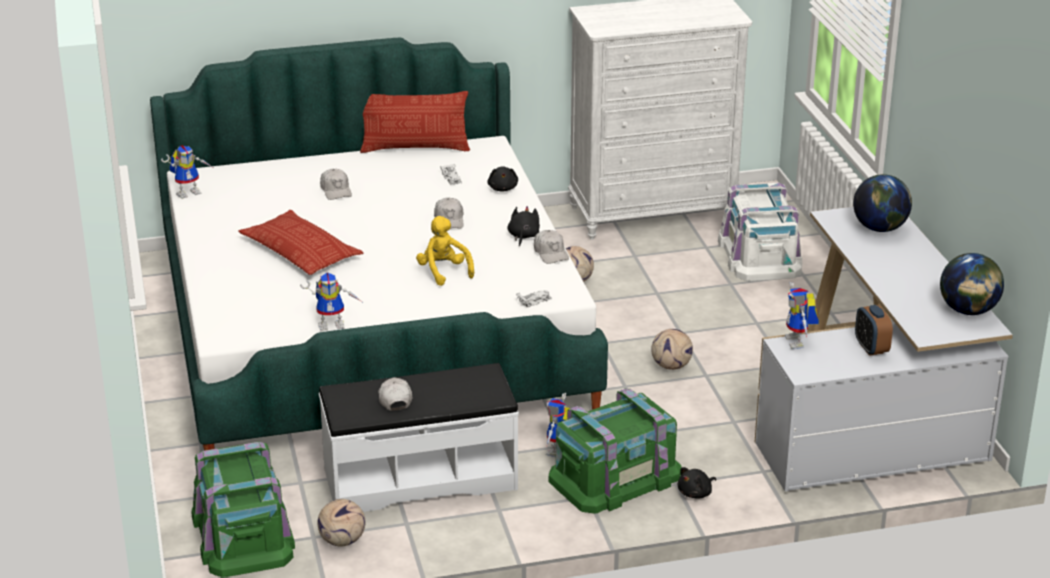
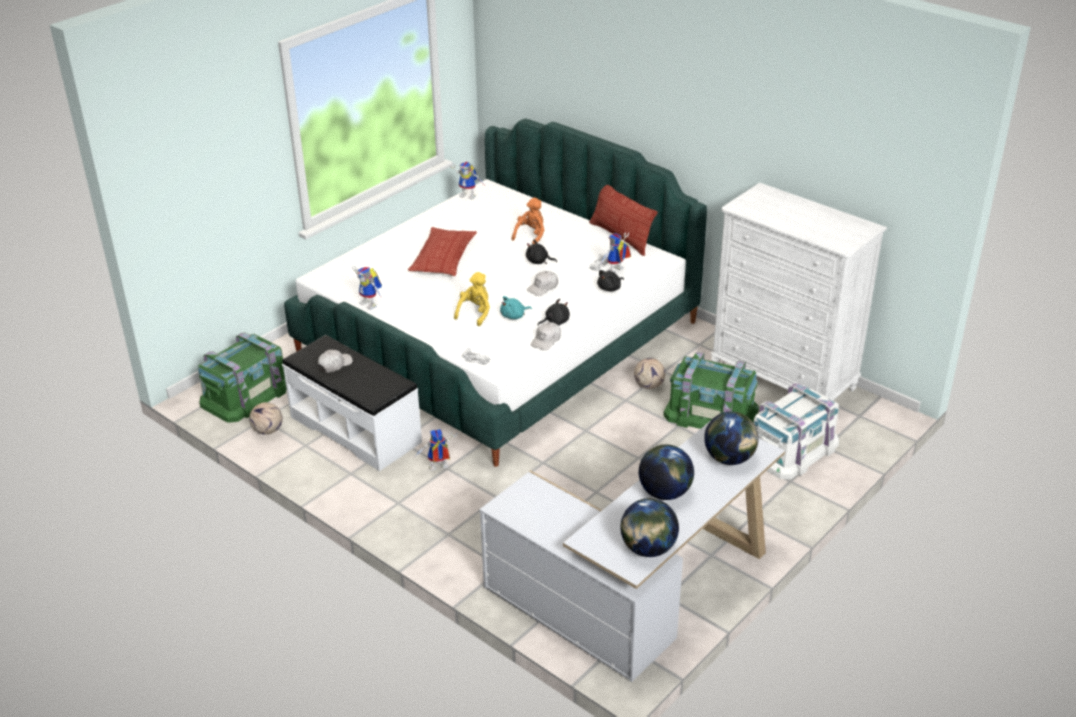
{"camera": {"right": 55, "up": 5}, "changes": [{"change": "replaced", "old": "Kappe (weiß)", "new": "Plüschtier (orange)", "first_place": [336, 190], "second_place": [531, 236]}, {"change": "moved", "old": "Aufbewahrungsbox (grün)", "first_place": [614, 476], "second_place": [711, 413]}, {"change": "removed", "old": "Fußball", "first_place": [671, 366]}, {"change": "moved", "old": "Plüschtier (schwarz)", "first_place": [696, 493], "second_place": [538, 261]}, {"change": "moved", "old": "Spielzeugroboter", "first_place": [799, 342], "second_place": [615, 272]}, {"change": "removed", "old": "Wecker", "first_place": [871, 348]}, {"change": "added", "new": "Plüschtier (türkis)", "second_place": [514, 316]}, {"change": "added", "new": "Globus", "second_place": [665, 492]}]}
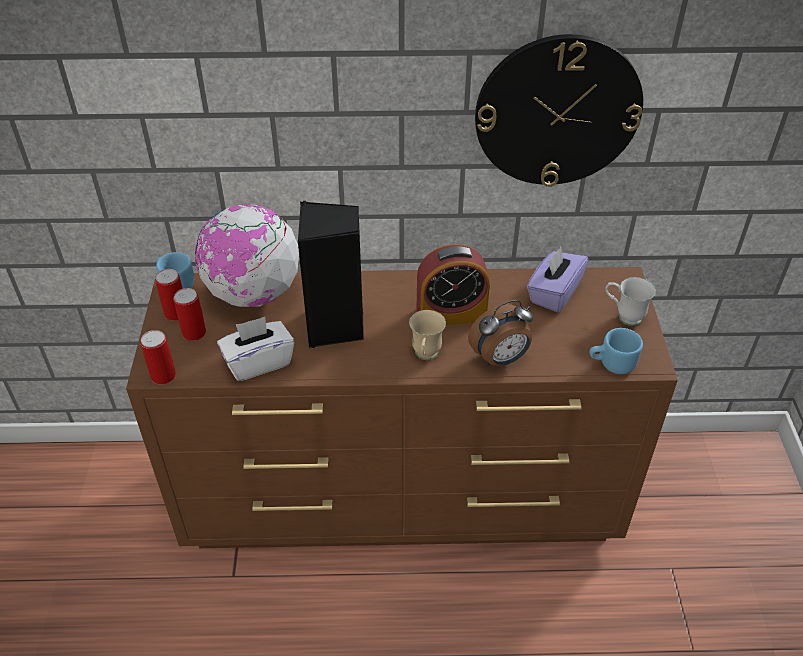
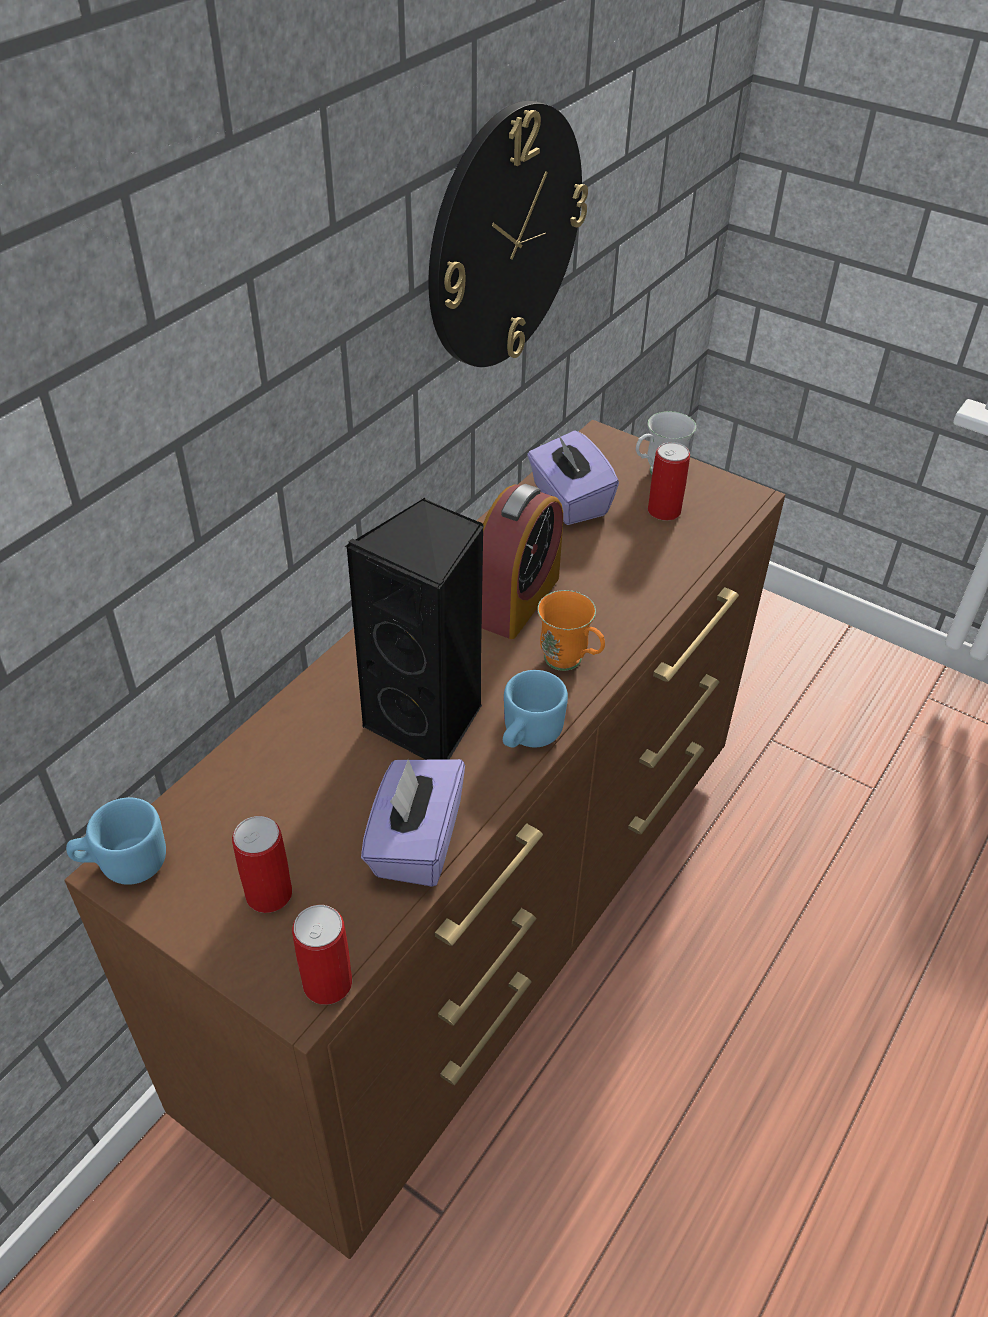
{"camera": {"right": -55, "up": 0}, "changes": [{"change": "moved", "old": "Dose", "first_place": [176, 313], "second_place": [664, 511]}, {"change": "removed", "old": "Globus", "first_place": [253, 294]}, {"change": "recoloured", "old": "Taschentuchbox (weiß)", "new": "Taschentuchbox (lila)", "first_place": [258, 362], "second_place": [415, 843]}, {"change": "recoloured", "old": "Henkelbecher (beige)", "new": "Henkelbecher (orange)", "first_place": [425, 356], "second_place": [570, 663]}, {"change": "removed", "old": "Wecker", "first_place": [500, 359]}, {"change": "moved", "old": "Henkelbecher (blau)", "first_place": [611, 364], "second_place": [527, 736]}]}
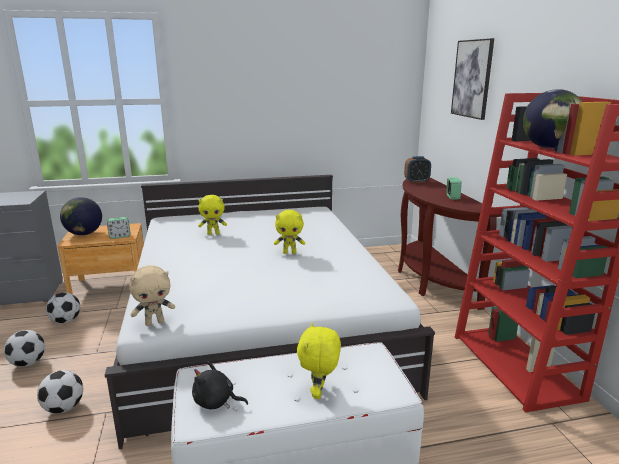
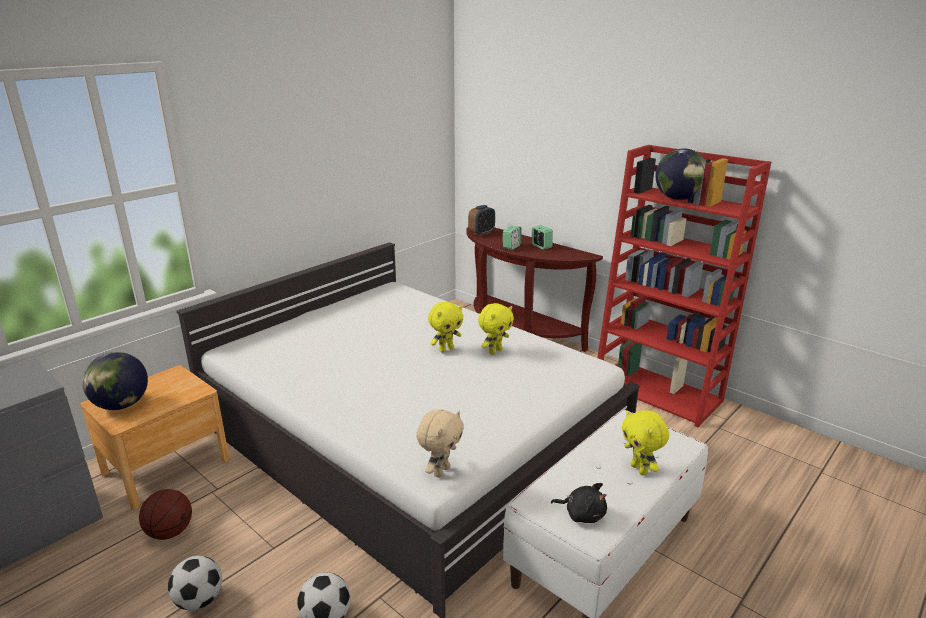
{"camera": {"right": -35, "up": 5}, "changes": [{"change": "replaced", "old": "Fußball", "new": "Basketball", "first_place": [66, 321], "second_place": [170, 532]}, {"change": "moved", "old": "Wecker", "first_place": [120, 236], "second_place": [511, 247]}, {"change": "turned", "old": "Plüschtier (schwarz)", "first_place": [216, 402], "second_place": [582, 514], "degrees": -135}, {"change": "moved", "old": "Plüschtier (gelb)", "first_place": [213, 233], "second_place": [495, 351]}, {"change": "removed", "old": "Bild", "first_place": [472, 79]}]}
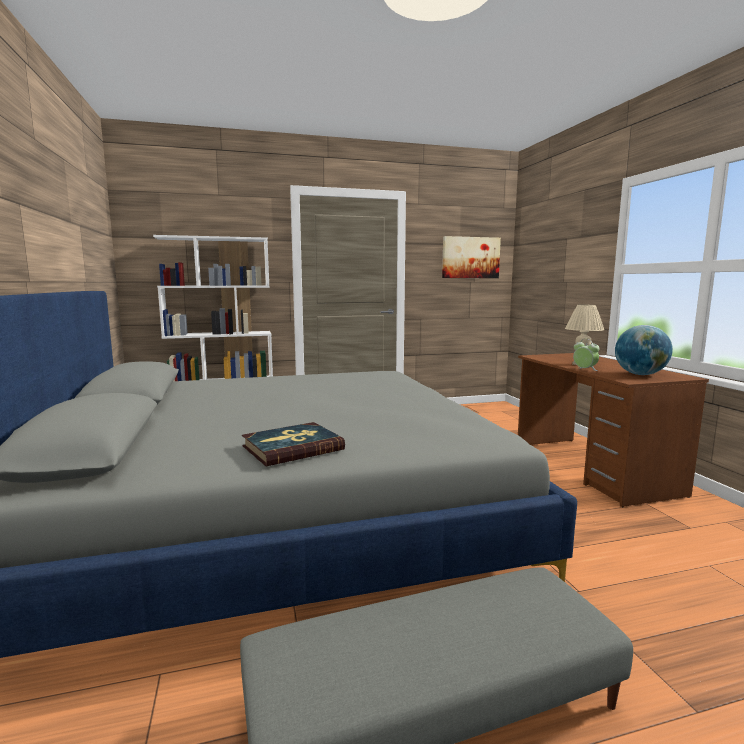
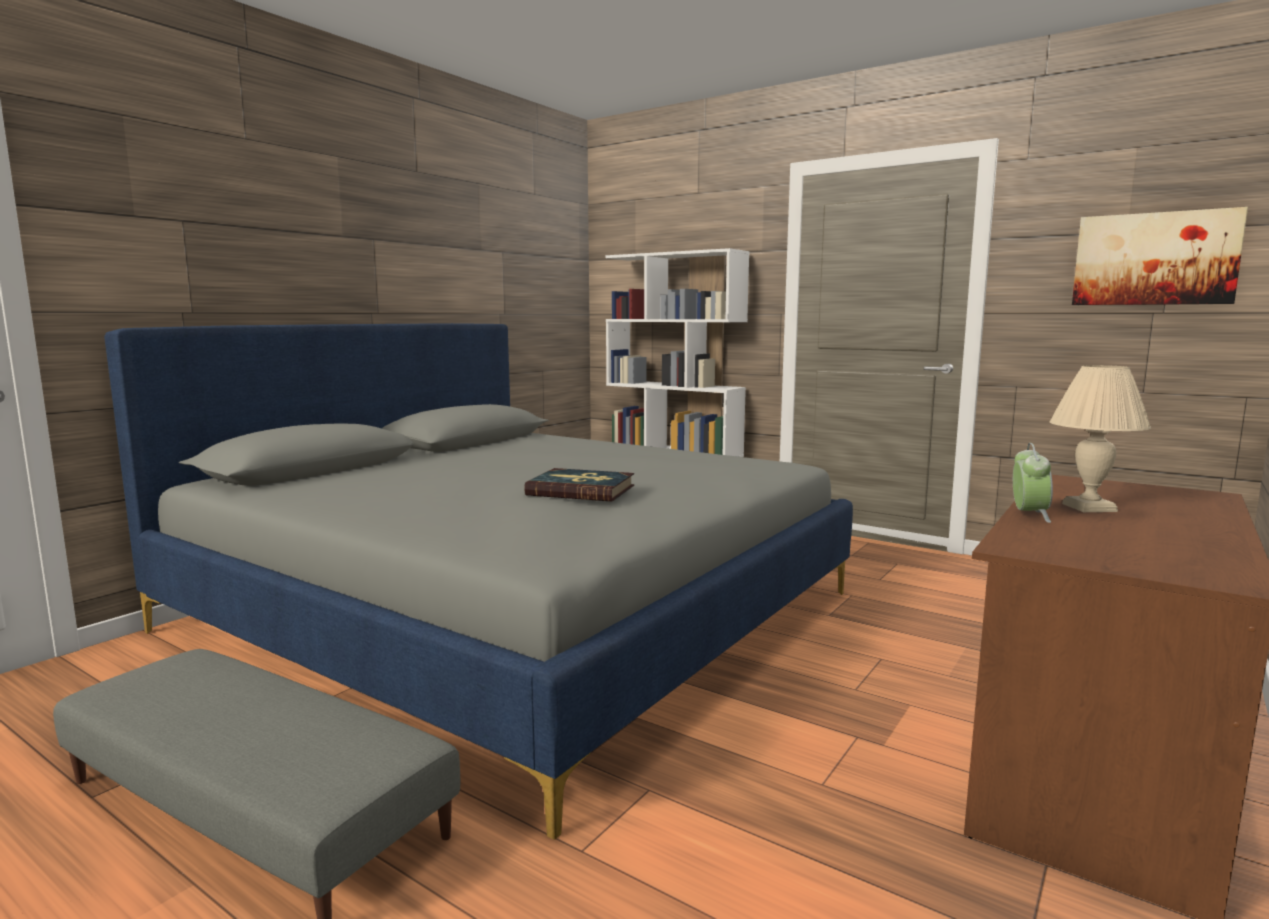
{"camera": {"right": 50, "up": 0}, "changes": [{"change": "moved", "old": "Buch", "first_place": [292, 448], "second_place": [581, 490]}, {"change": "removed", "old": "Globus", "first_place": [640, 374]}]}
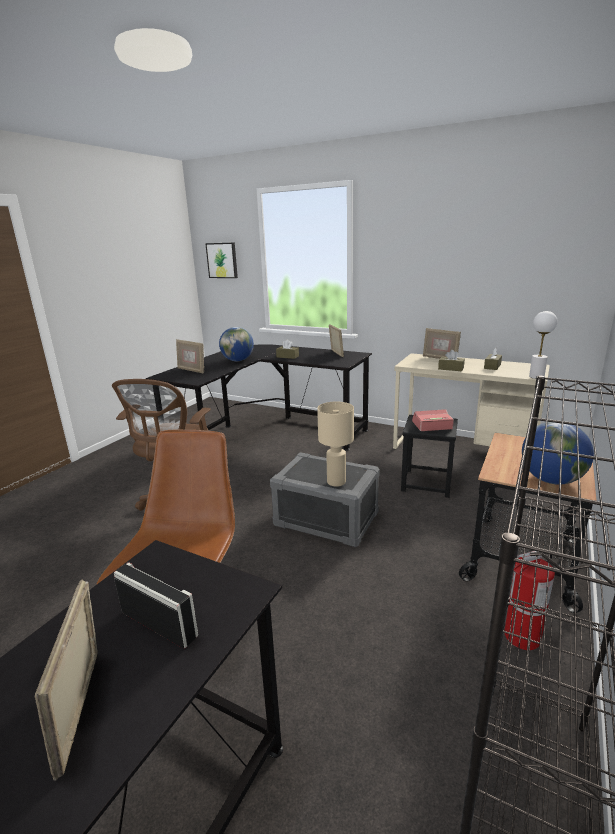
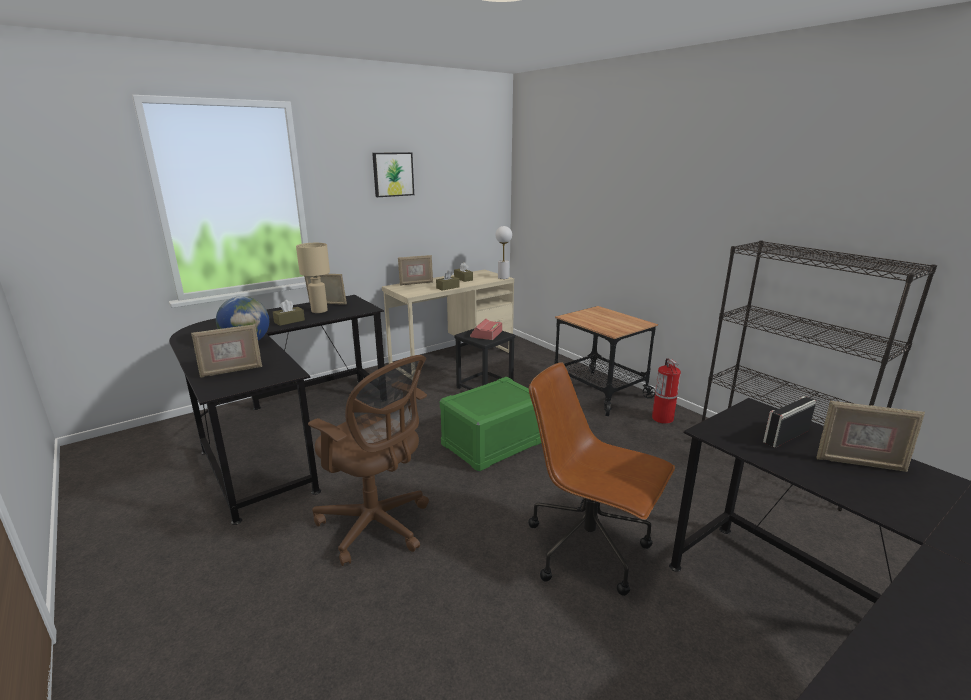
{"camera": {"right": -65, "up": 0}, "changes": [{"change": "moved", "old": "Bild", "first_place": [222, 260], "second_place": [393, 174]}, {"change": "recoloured", "old": "Aufbewahrungsbox (grau)", "new": "Aufbewahrungsbox (grün)", "first_place": [325, 519], "second_place": [493, 444]}, {"change": "moved", "old": "Tischlampe (beige)", "first_place": [336, 482], "second_place": [319, 311]}, {"change": "removed", "old": "Globus", "first_place": [551, 480]}]}
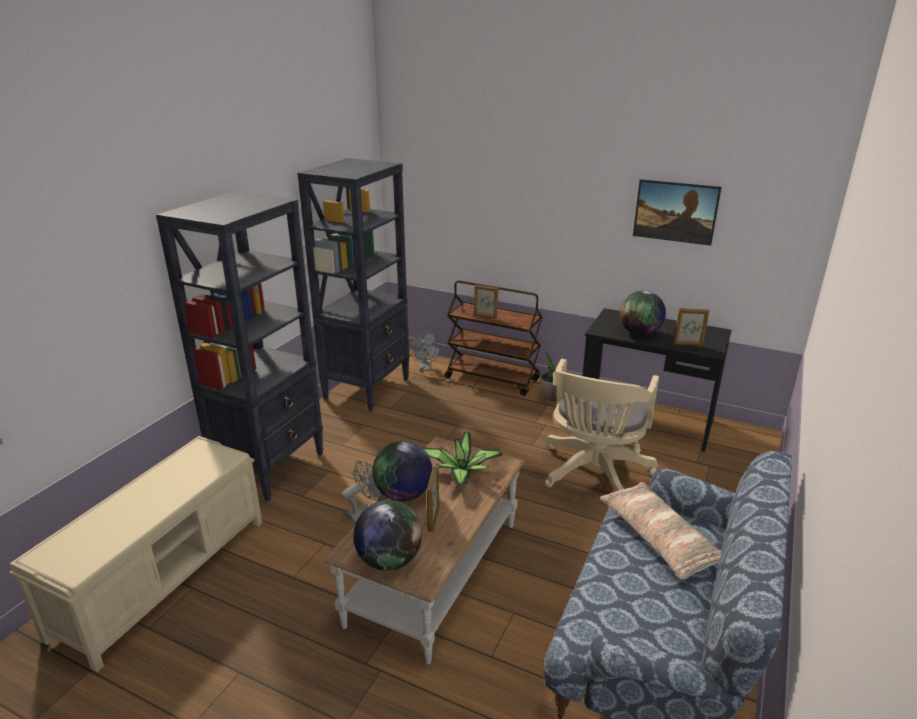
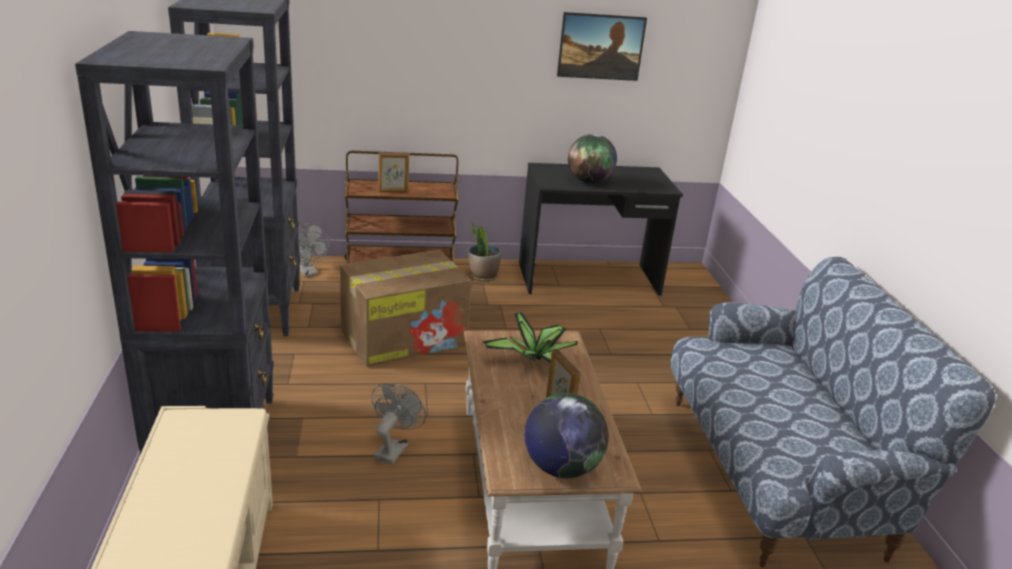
{"camera": {"right": -35, "up": 0}, "changes": [{"change": "removed", "old": "Globus", "first_place": [403, 495]}, {"change": "removed", "old": "Bürostuhl (beige)", "first_place": [593, 474]}, {"change": "removed", "old": "Kissen", "first_place": [658, 538]}, {"change": "removed", "old": "Bilderrahmen", "first_place": [688, 344]}, {"change": "added", "new": "Karton", "second_place": [405, 337]}]}
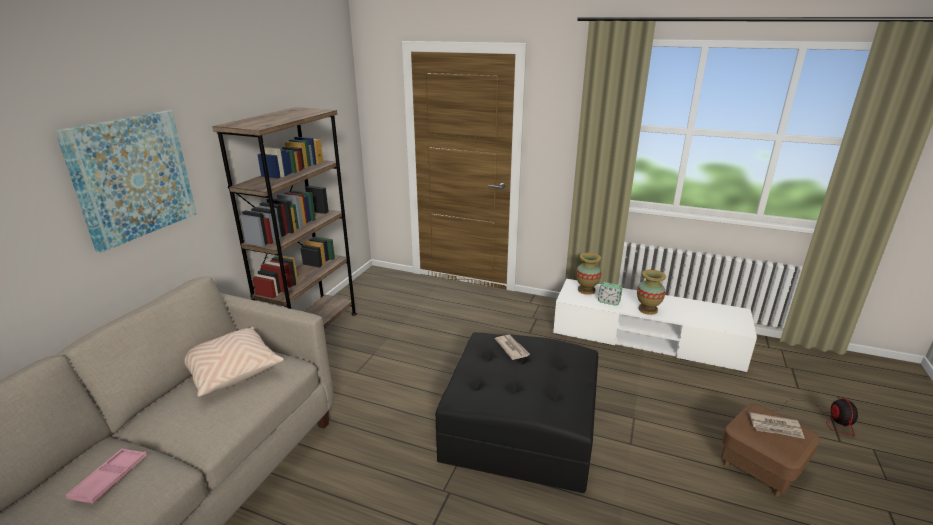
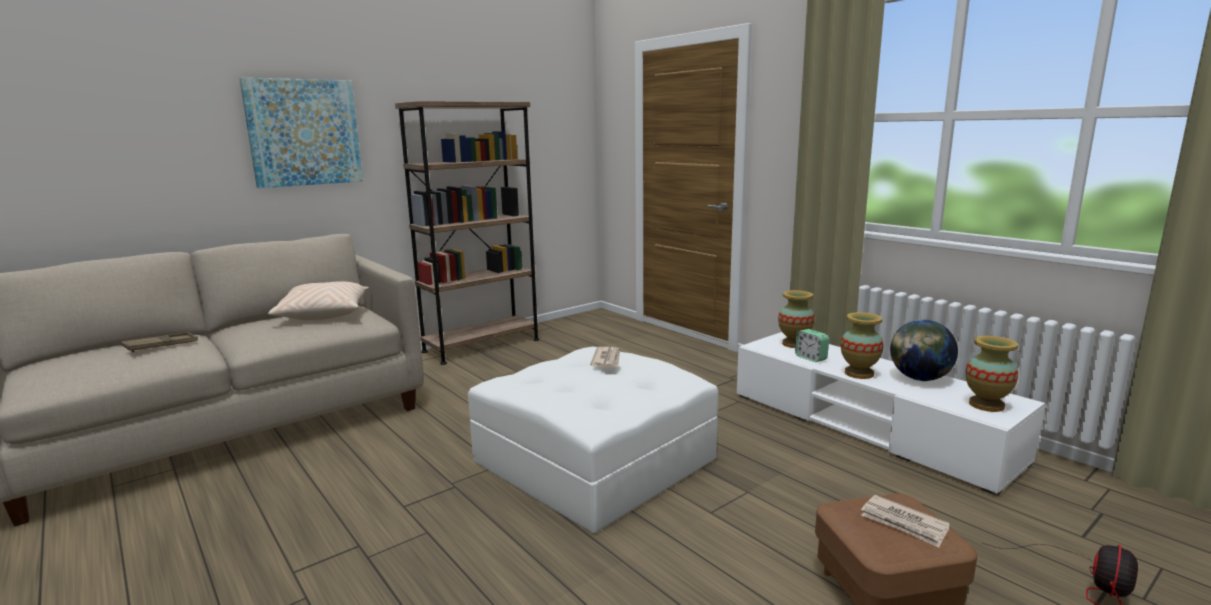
{"camera": {"right": 30, "up": -10}, "changes": [{"change": "recoloured", "old": "Tablett (rosa)", "new": "Tablett (braun)", "first_place": [110, 478], "second_place": [161, 346]}, {"change": "recoloured", "old": "Polsterhocker (schwarz)", "new": "Polsterhocker (weiß)", "first_place": [521, 425], "second_place": [595, 459]}, {"change": "added", "new": "Globus", "second_place": [919, 379]}, {"change": "added", "new": "Vase", "second_place": [986, 405]}]}
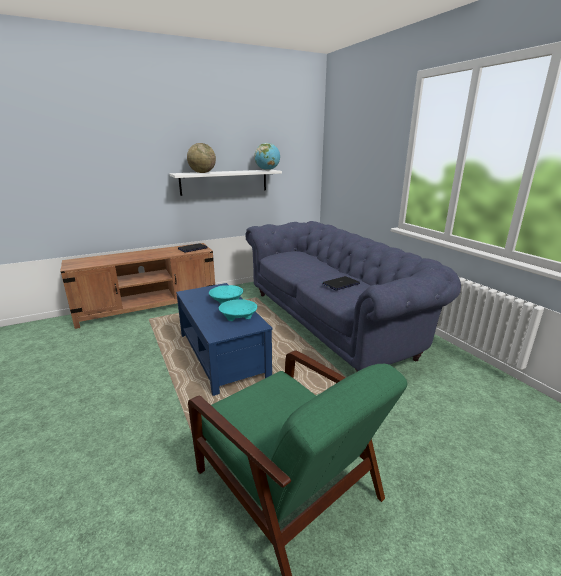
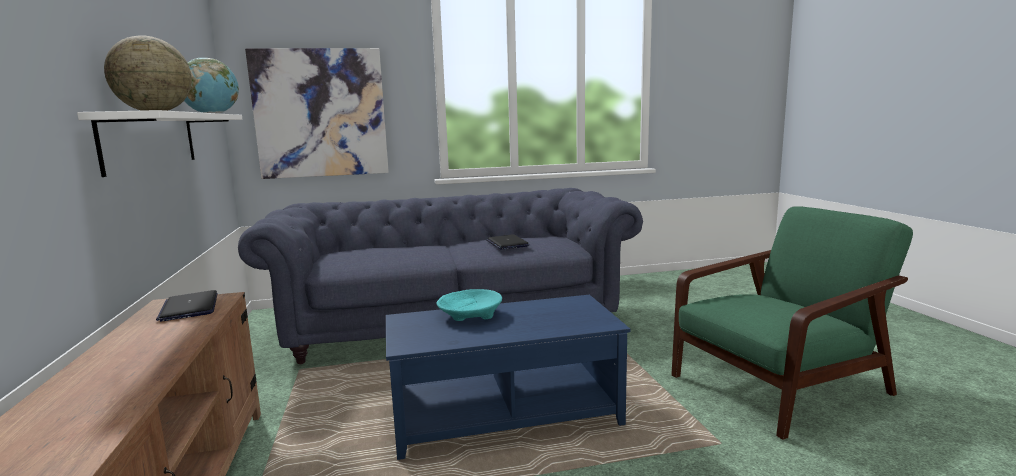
{"camera": {"right": -75, "up": -10}, "changes": [{"change": "removed", "old": "Schüssel (türkis)", "first_place": [238, 315]}, {"change": "added", "new": "Bild", "second_place": [320, 113]}]}
